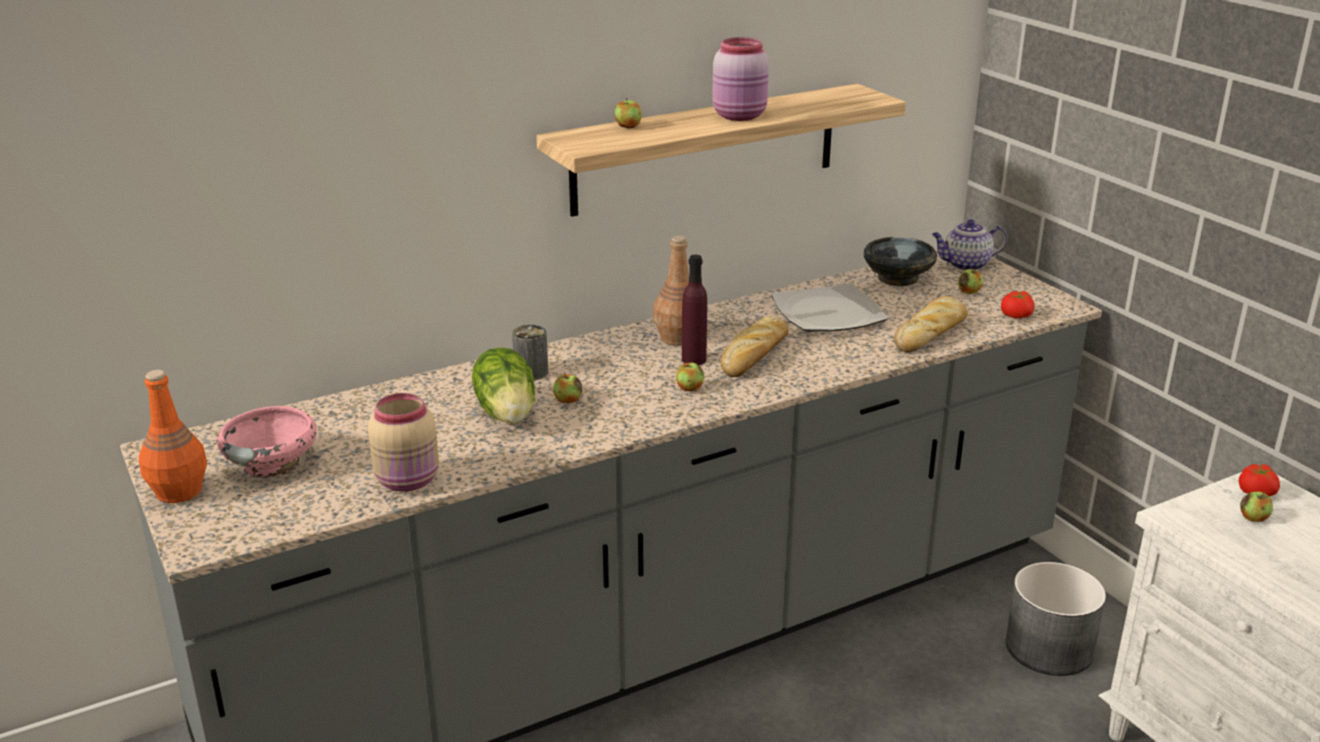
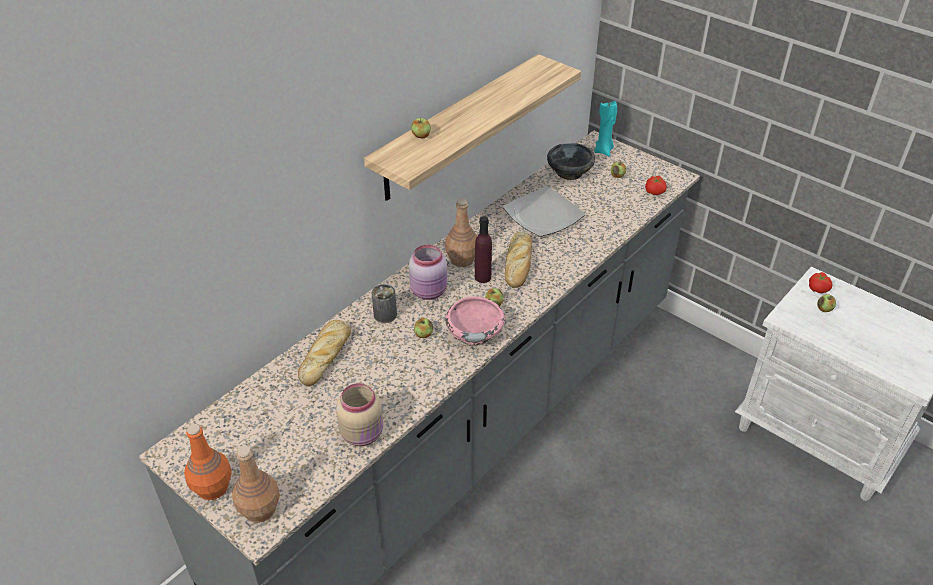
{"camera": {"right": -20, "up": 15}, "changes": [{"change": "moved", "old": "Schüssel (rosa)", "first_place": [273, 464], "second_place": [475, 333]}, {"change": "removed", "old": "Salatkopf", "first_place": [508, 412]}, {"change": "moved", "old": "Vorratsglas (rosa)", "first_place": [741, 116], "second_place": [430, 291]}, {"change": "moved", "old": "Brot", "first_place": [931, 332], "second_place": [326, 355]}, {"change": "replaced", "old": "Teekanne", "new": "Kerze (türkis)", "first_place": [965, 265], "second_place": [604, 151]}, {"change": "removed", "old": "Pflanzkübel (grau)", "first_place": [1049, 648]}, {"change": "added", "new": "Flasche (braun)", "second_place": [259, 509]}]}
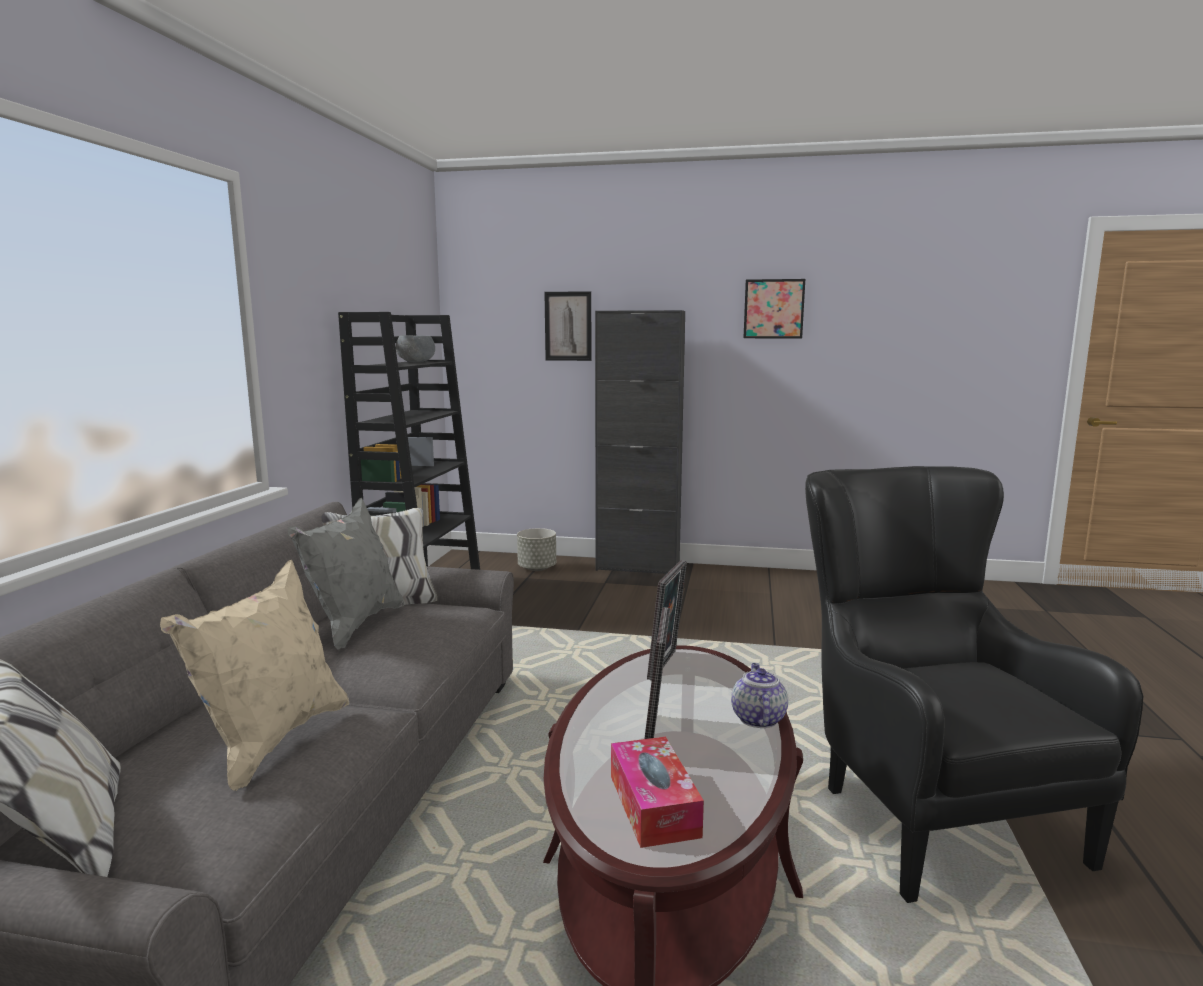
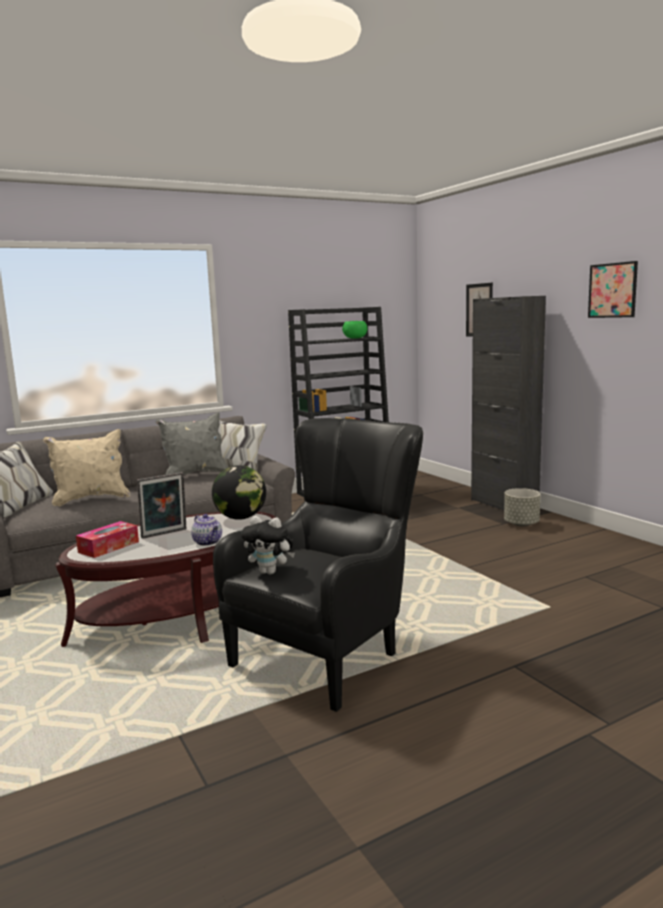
{"camera": {"right": 50, "up": 0}, "changes": [{"change": "recoloured", "old": "Schüssel (grau)", "new": "Schüssel (grün)", "first_place": [416, 362], "second_place": [355, 338]}, {"change": "moved", "old": "Pflanzkübel (grau)", "first_place": [537, 568], "second_place": [521, 524]}, {"change": "replaced", "old": "Bilderrahmen", "new": "Globus", "first_place": [666, 665], "second_place": [240, 518]}, {"change": "turned", "old": "Teekanne", "first_place": [757, 718], "second_place": [208, 542], "degrees": 90}, {"change": "added", "new": "Plüschtier", "second_place": [270, 572]}]}
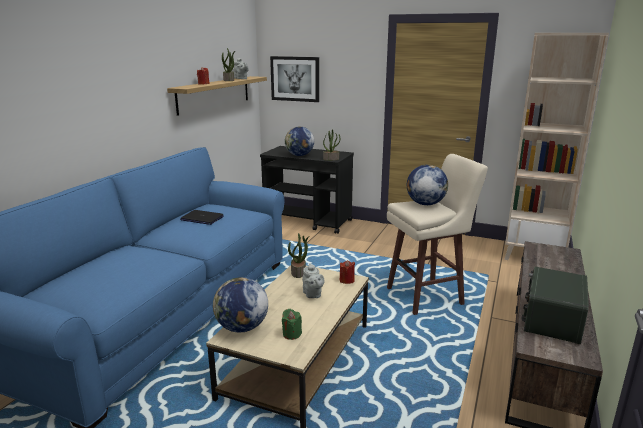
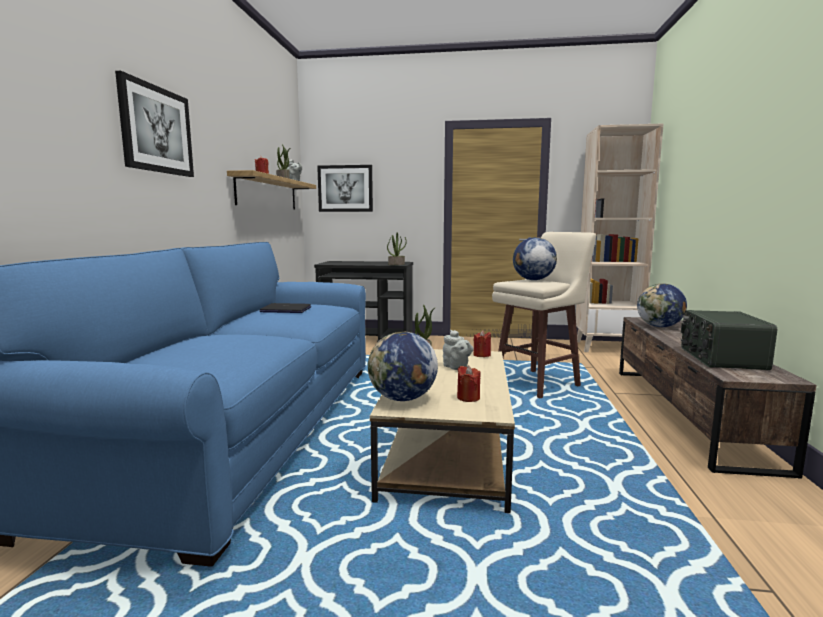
{"camera": {"right": -15, "up": -10}, "changes": [{"change": "recoloured", "old": "Kerze (grün)", "new": "Kerze (rot)", "first_place": [291, 334], "second_place": [468, 397]}, {"change": "moved", "old": "Globus", "first_place": [299, 155], "second_place": [659, 326]}, {"change": "added", "new": "Bild", "second_place": [156, 130]}]}
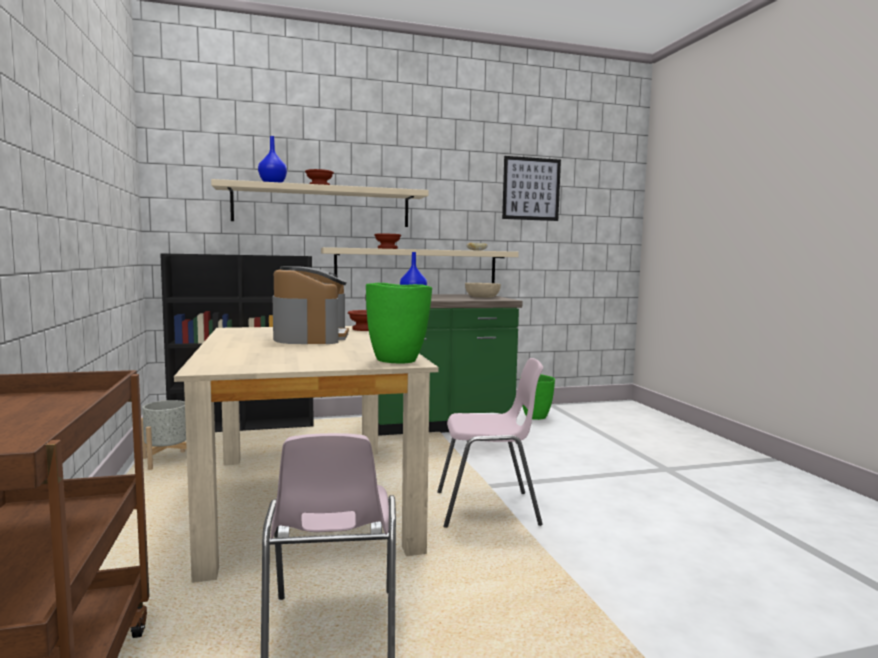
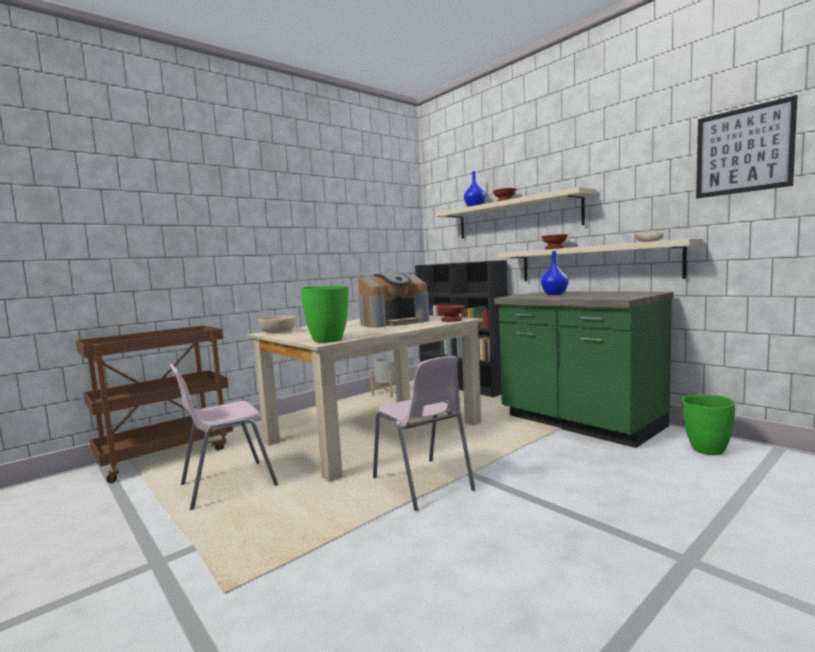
{"camera": {"right": 65, "up": 0}, "changes": [{"change": "moved", "old": "Schüssel (beige)", "first_place": [482, 297], "second_place": [278, 332]}]}
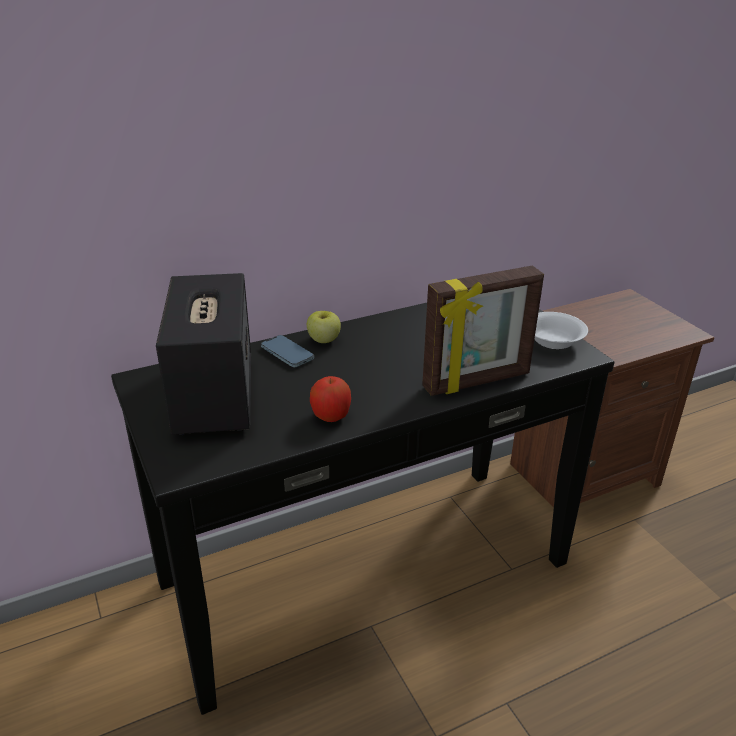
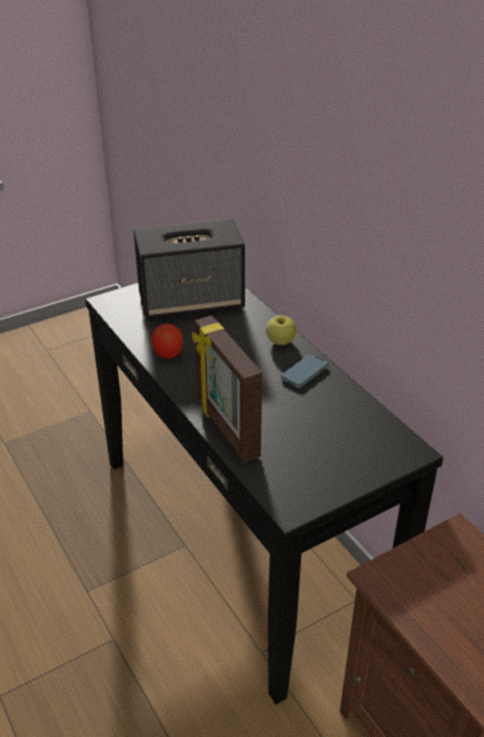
{"camera": {"right": 85, "up": 5}, "changes": [{"change": "moved", "old": "Handy", "first_place": [287, 354], "second_place": [304, 373]}, {"change": "removed", "old": "Schüssel (weiß)", "first_place": [552, 342]}]}
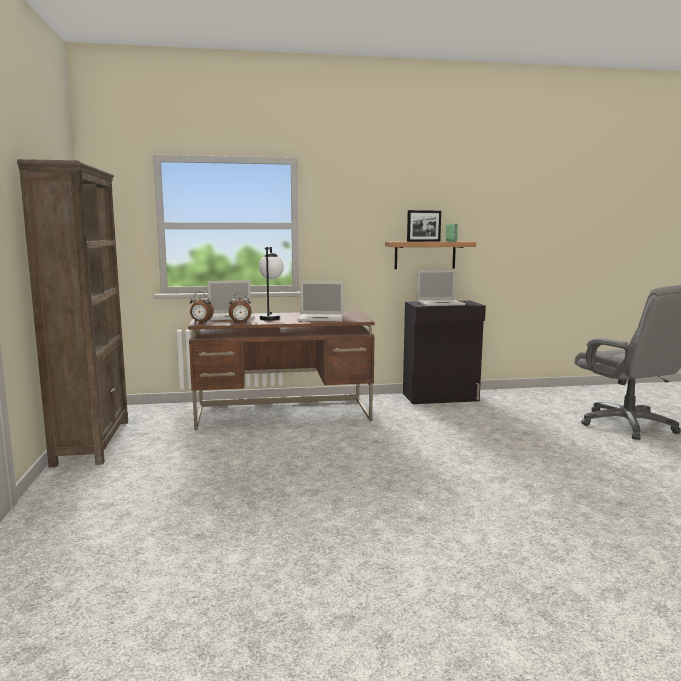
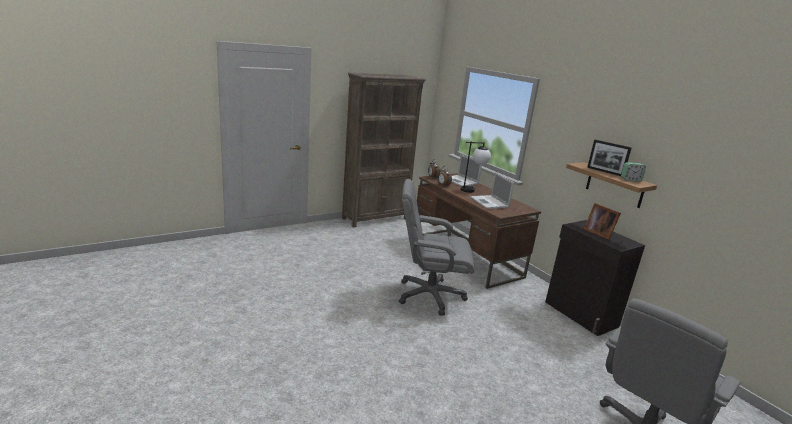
{"camera": {"right": 65, "up": 10}, "changes": [{"change": "replaced", "old": "Laptop", "new": "Bilderrahmen", "first_place": [441, 303], "second_place": [598, 233]}, {"change": "added", "new": "Bürostuhl (grau)", "second_place": [429, 295]}]}
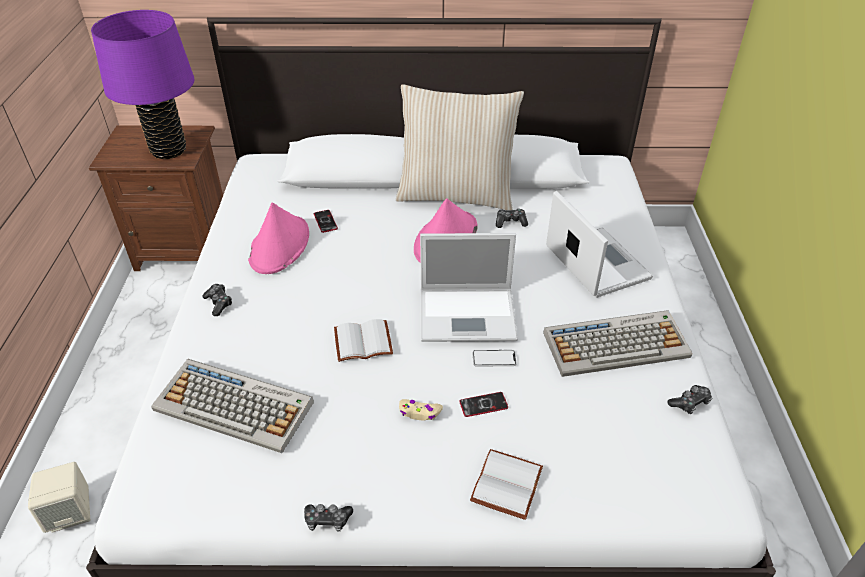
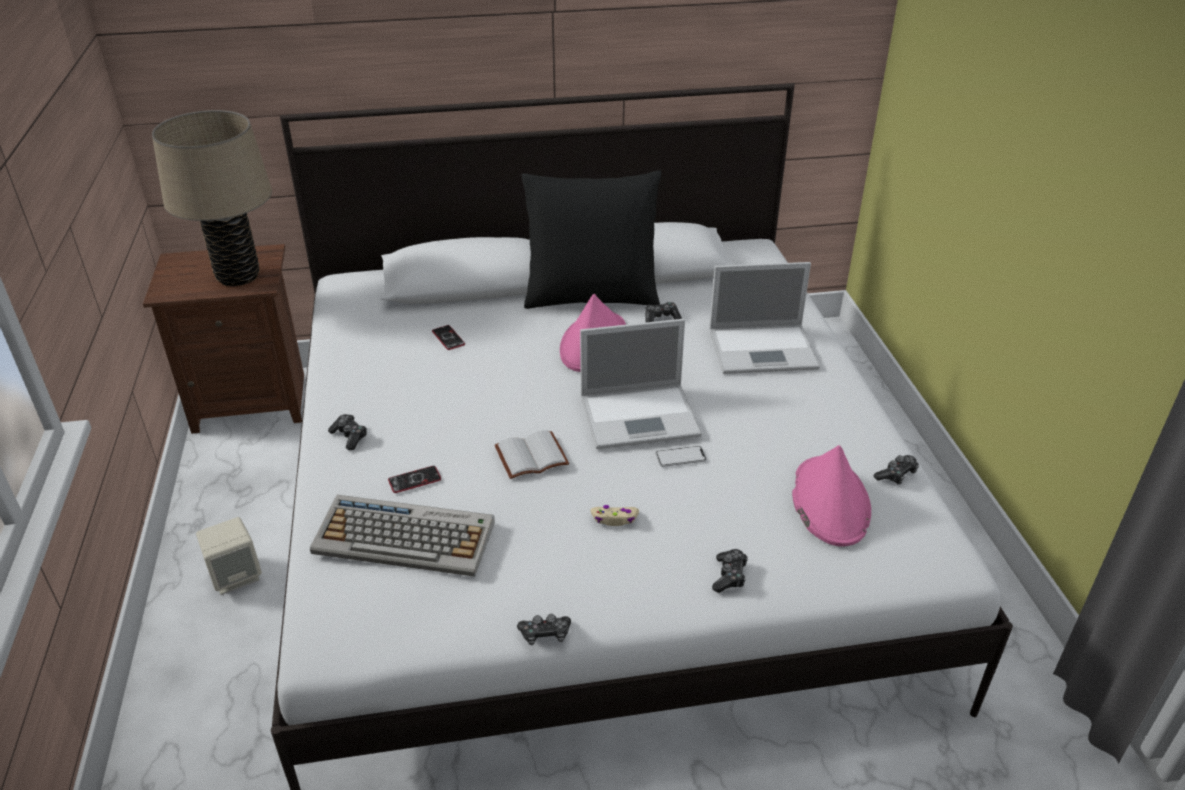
{"camera": {"right": -10, "up": -5}, "changes": [{"change": "moved", "old": "Lautsprecher (beige)", "first_place": [71, 512], "second_place": [236, 576]}, {"change": "recoloured", "old": "Tischlampe (lila)", "new": "Tischlampe (beige)", "first_place": [168, 151], "second_place": [238, 276]}, {"change": "moved", "old": "Hut (rosa)", "first_place": [280, 245], "second_place": [829, 501]}, {"change": "recoloured", "old": "Kissen (beige)", "new": "Kissen (schwarz)", "first_place": [456, 195], "second_place": [591, 295]}, {"change": "moved", "old": "Handy", "first_place": [483, 405], "second_place": [414, 480]}, {"change": "replaced", "old": "Buch (weiß)", "new": "Gamepad", "first_place": [508, 486], "second_place": [729, 576]}, {"change": "removed", "old": "Tastatur", "first_place": [616, 344]}, {"change": "turned", "old": "Laptop", "first_place": [595, 262], "second_place": [765, 349], "degrees": 120}]}
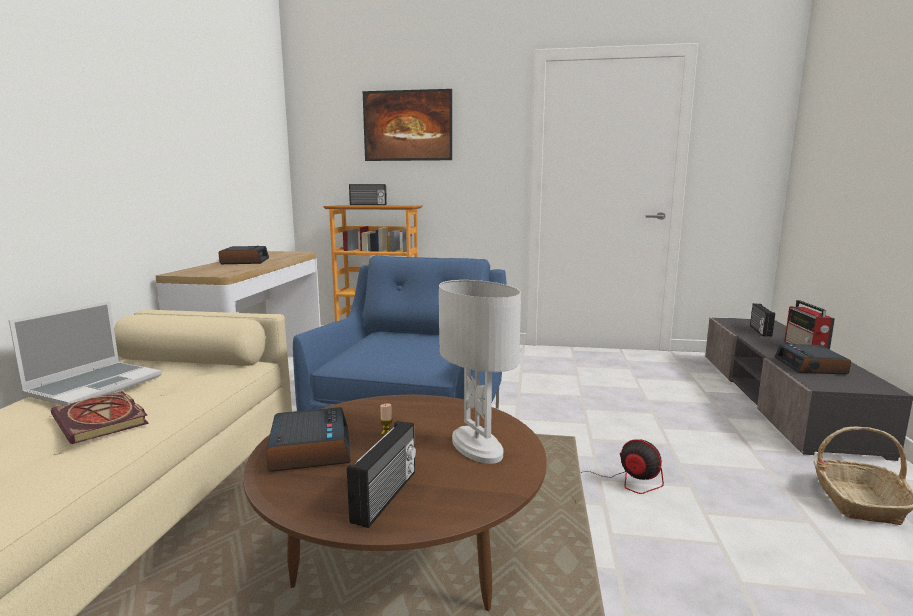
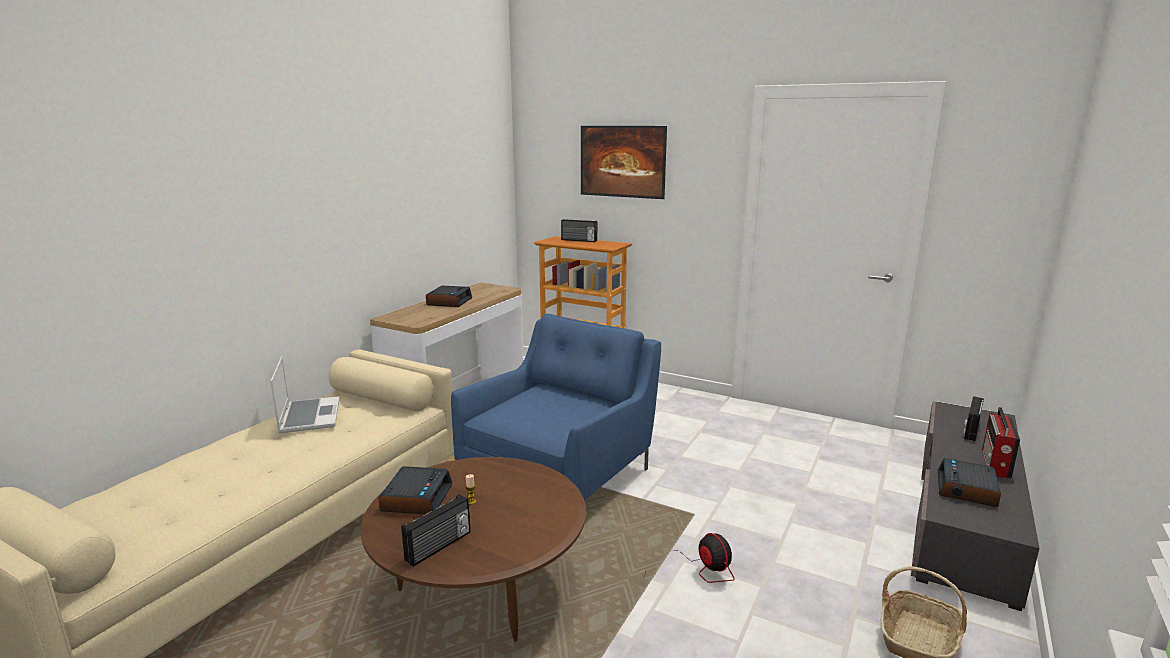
{"camera": {"right": 20, "up": 5}, "changes": [{"change": "turned", "old": "Laptop", "first_place": [96, 385], "second_place": [309, 416], "degrees": -60}, {"change": "removed", "old": "Buch", "first_place": [103, 421]}, {"change": "removed", "old": "Tischlampe (weiß)", "first_place": [476, 447]}]}
